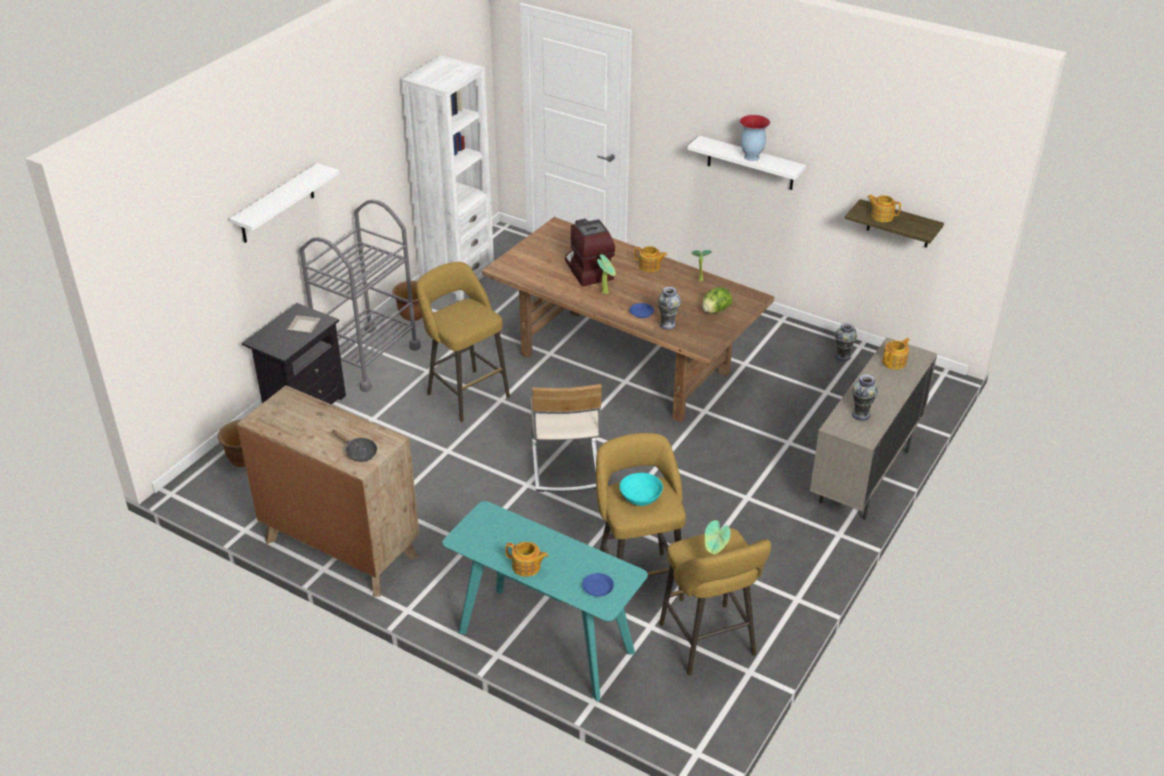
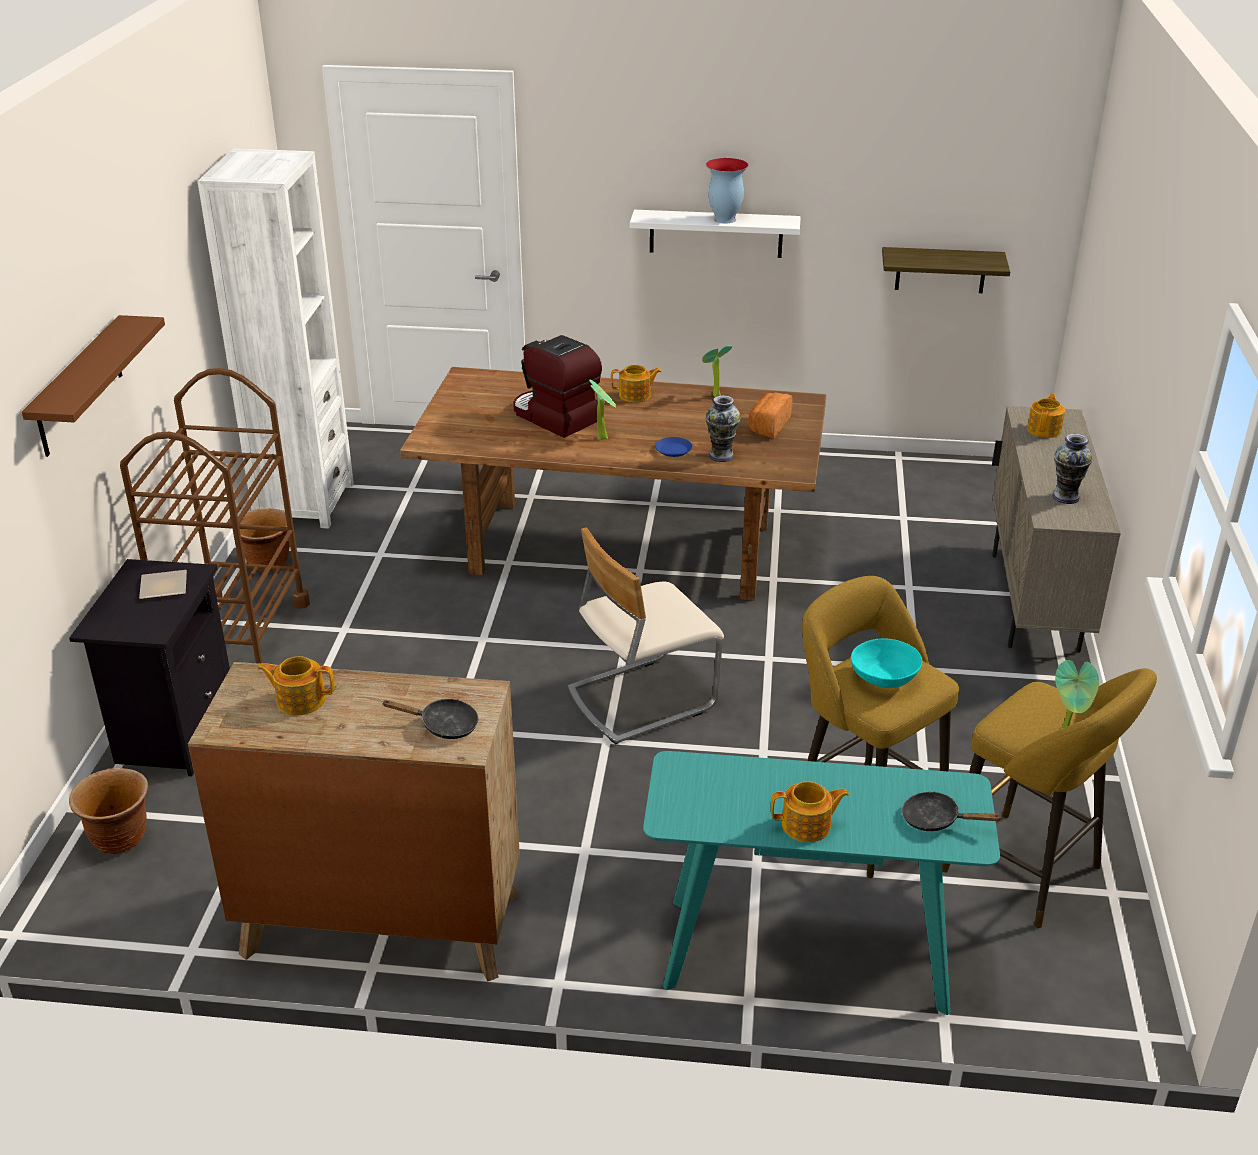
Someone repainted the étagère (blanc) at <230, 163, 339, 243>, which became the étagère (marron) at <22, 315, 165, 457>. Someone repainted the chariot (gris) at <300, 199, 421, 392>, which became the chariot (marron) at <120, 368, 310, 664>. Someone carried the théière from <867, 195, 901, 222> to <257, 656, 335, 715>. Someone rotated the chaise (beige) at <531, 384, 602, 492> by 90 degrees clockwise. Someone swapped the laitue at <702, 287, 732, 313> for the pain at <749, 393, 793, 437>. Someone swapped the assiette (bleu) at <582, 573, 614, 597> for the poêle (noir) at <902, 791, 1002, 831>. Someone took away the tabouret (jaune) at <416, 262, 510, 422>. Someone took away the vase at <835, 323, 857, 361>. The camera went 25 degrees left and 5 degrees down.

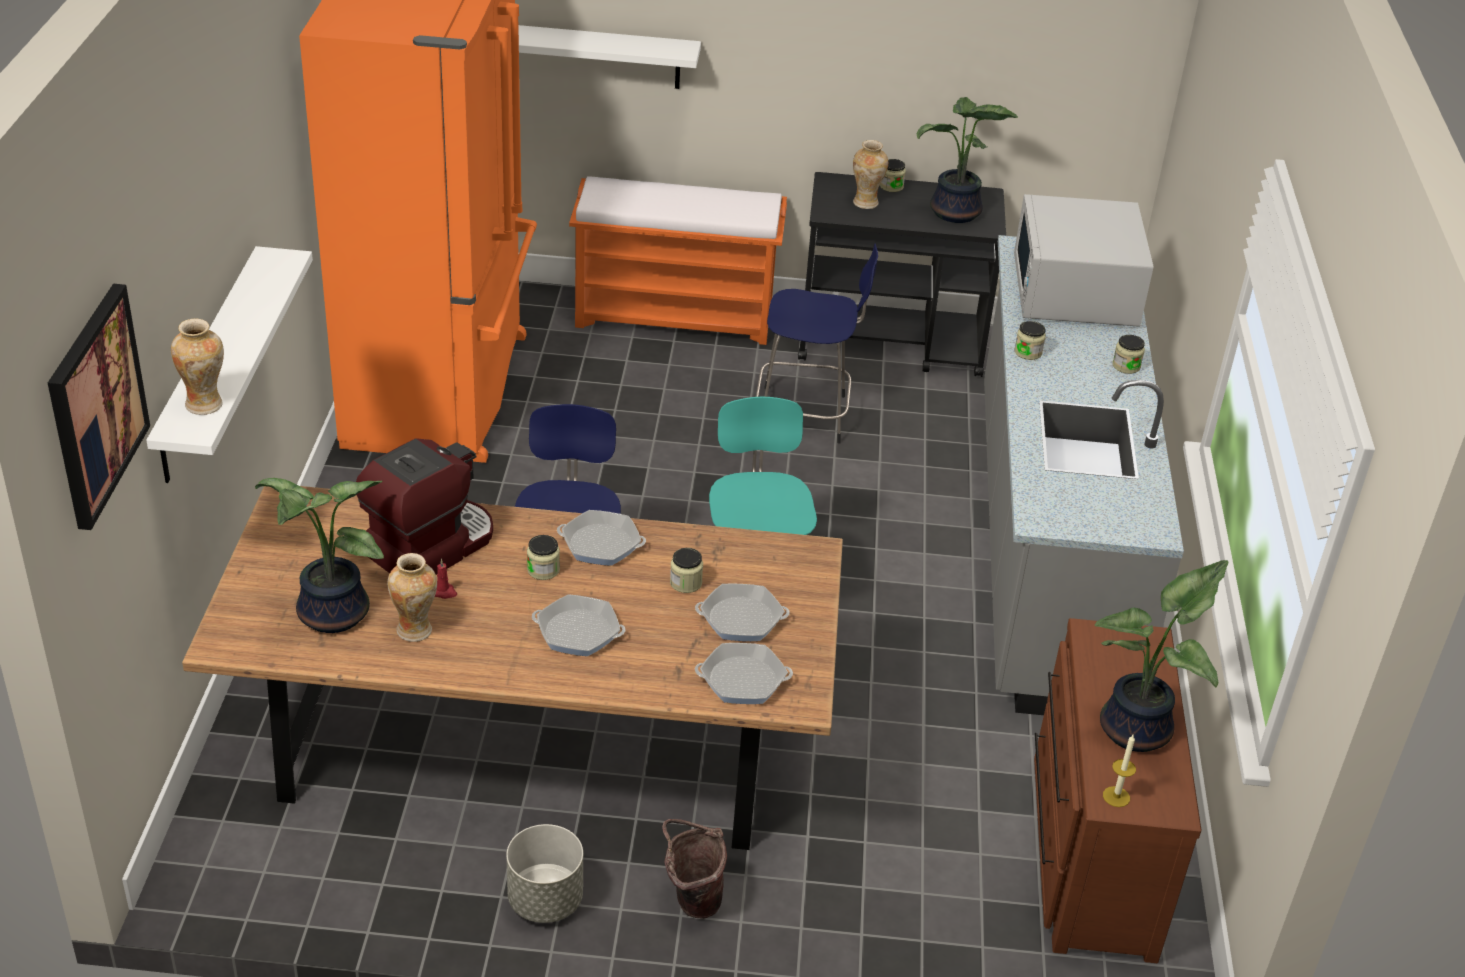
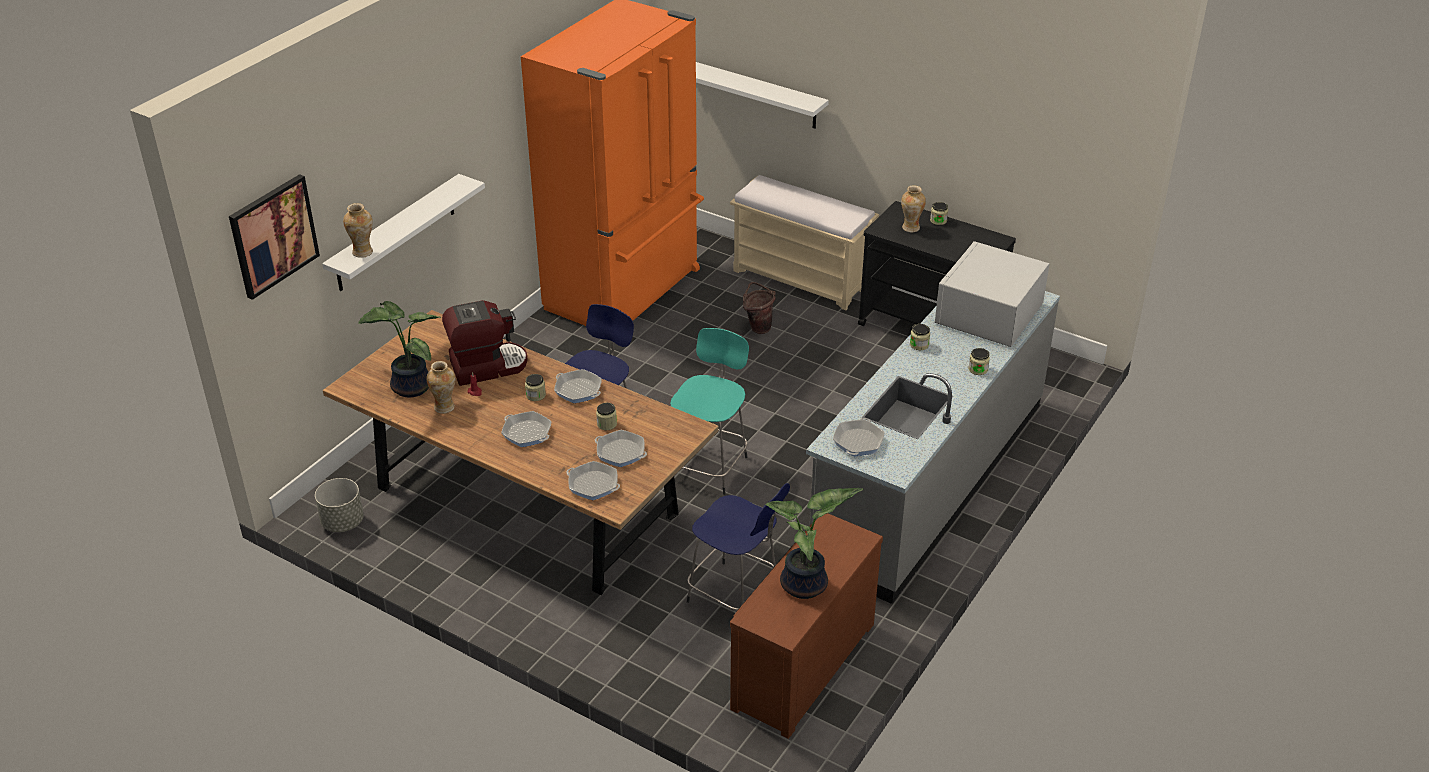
Someone carried the cache-pot (gris) from <506, 824, 583, 923> to <315, 478, 364, 532>. Someone carried the tabouret (bleu) from <756, 244, 878, 444> to <687, 483, 790, 610>. Someone repainted the banc (orange) at <569, 176, 787, 345>, which became the banc (beige) at <730, 175, 879, 310>. Someone carried the seau (marron) from <662, 819, 727, 919> to <743, 282, 776, 334>. Someone put down the poêle at <833, 418, 885, 456>. Someone took away the plante en pot at <917, 97, 1018, 223>. Someone took away the bougie at <1103, 735, 1136, 807>. The camera went 30 degrees right and 0 degrees up.

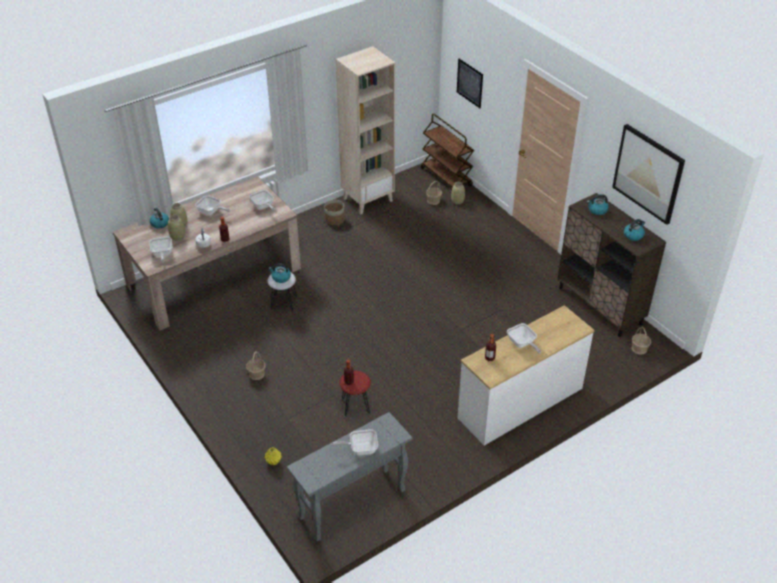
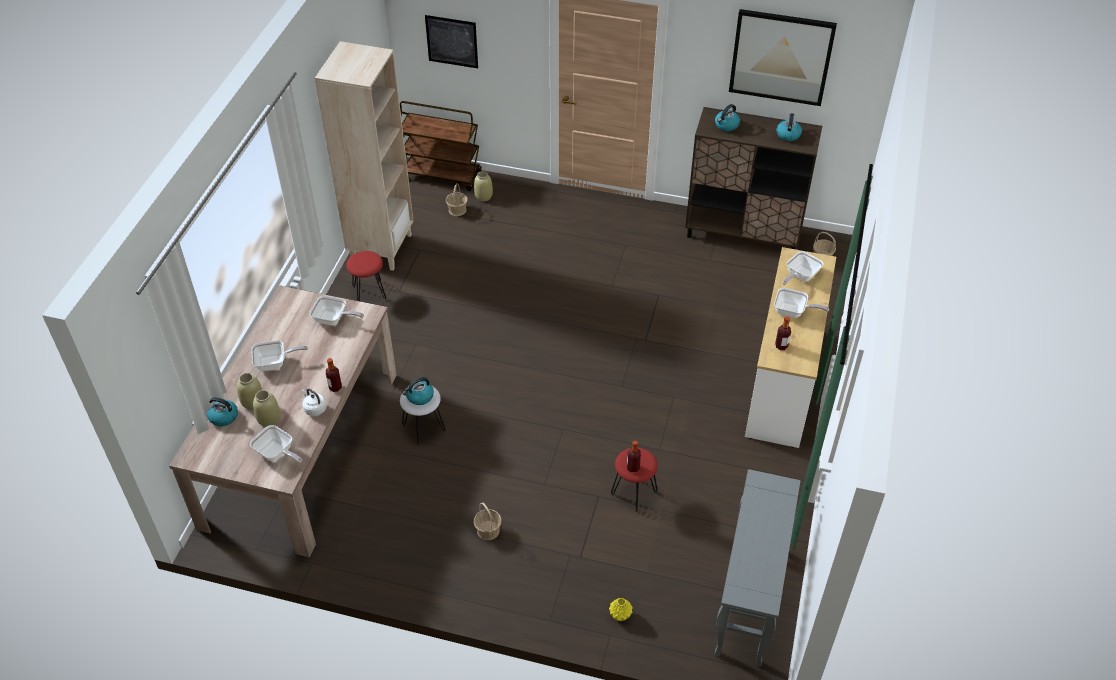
Someone swapped the cache-pot at <324, 200, 345, 225> for the tabouret (rouge) at <346, 251, 387, 301>. Someone carried the poêle from <331, 429, 378, 455> to <783, 251, 824, 285>. The camera went 40 degrees left and 5 degrees up.

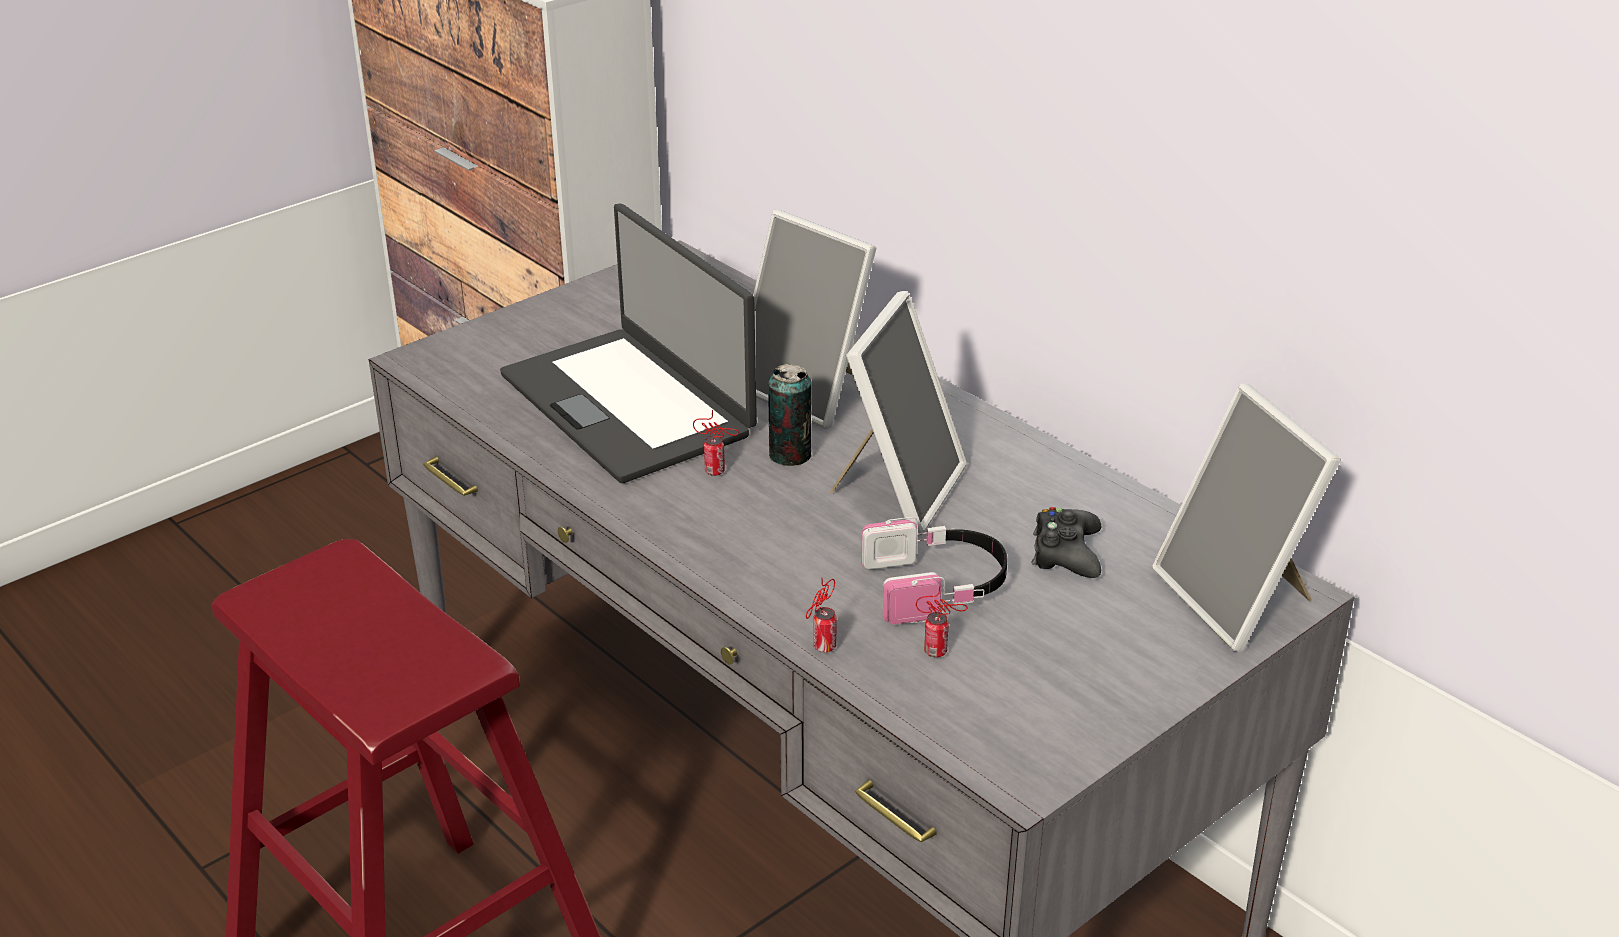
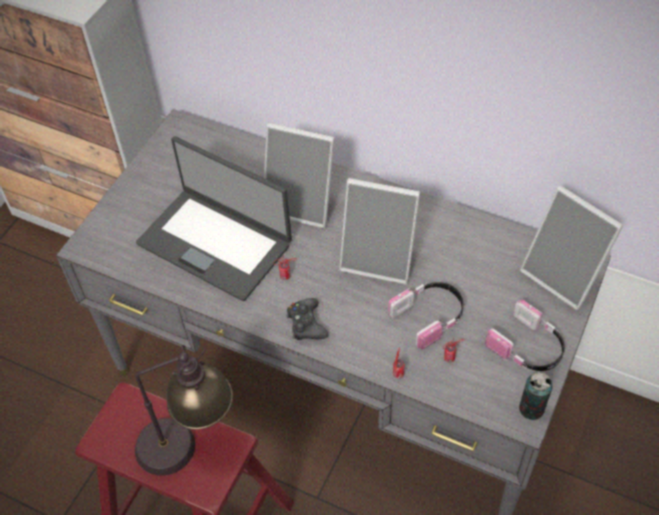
Someone put down the lampe de table at <135, 345, 233, 476>. Someone carried the manette (noir) from <1031, 507, 1101, 578> to <287, 298, 328, 340>. Someone rotated the cadre photo at <830, 291, 966, 536> by 105 degrees clockwise. Someone put down the casque audio at <485, 300, 565, 371>. Someone carried the boîte métallique from <768, 364, 812, 466> to <519, 372, 553, 420>. The camera went 20 degrees left and 20 degrees up.

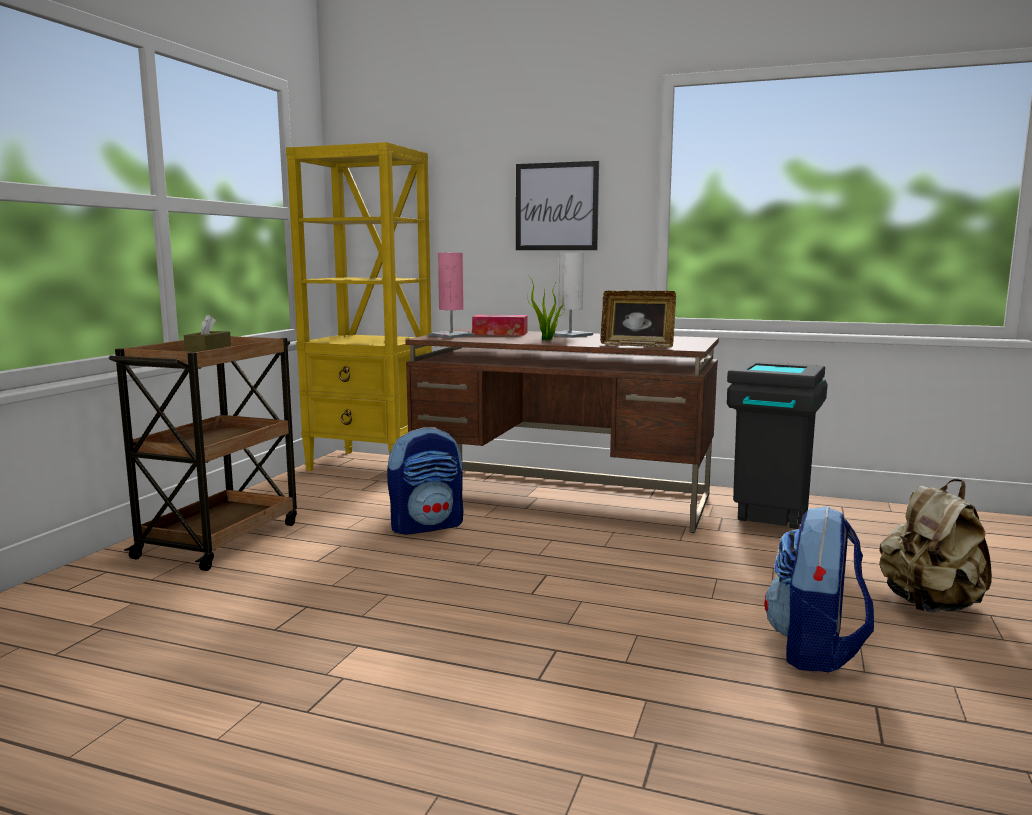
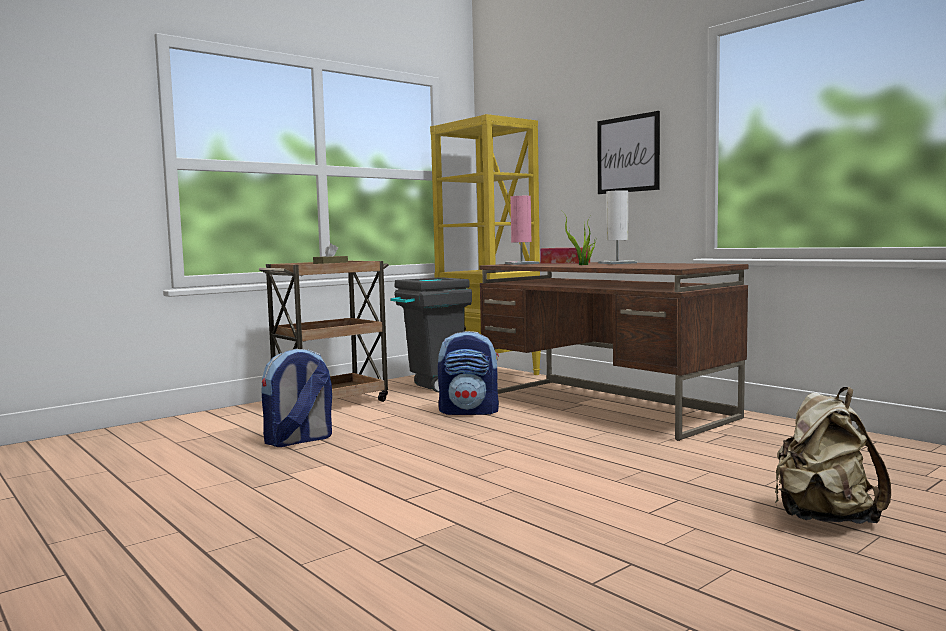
Someone carried the sac à dos from <764, 506, 874, 673> to <261, 349, 332, 447>. Someone carried the poubelle (gris) from <727, 361, 828, 529> to <390, 277, 472, 392>. Someone took away the cadre photo at <600, 291, 676, 348>. The camera went 30 degrees right and 5 degrees down.

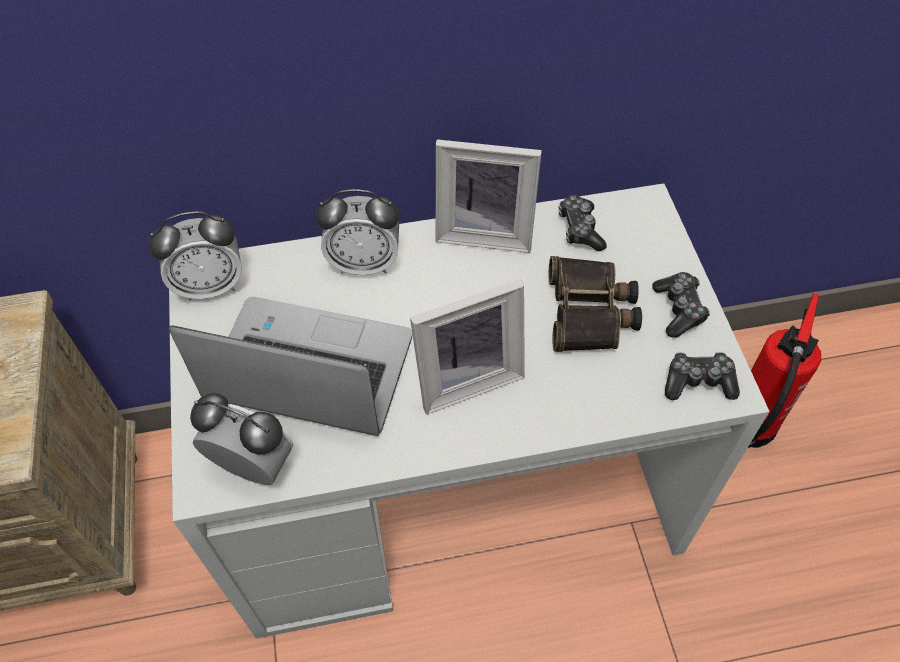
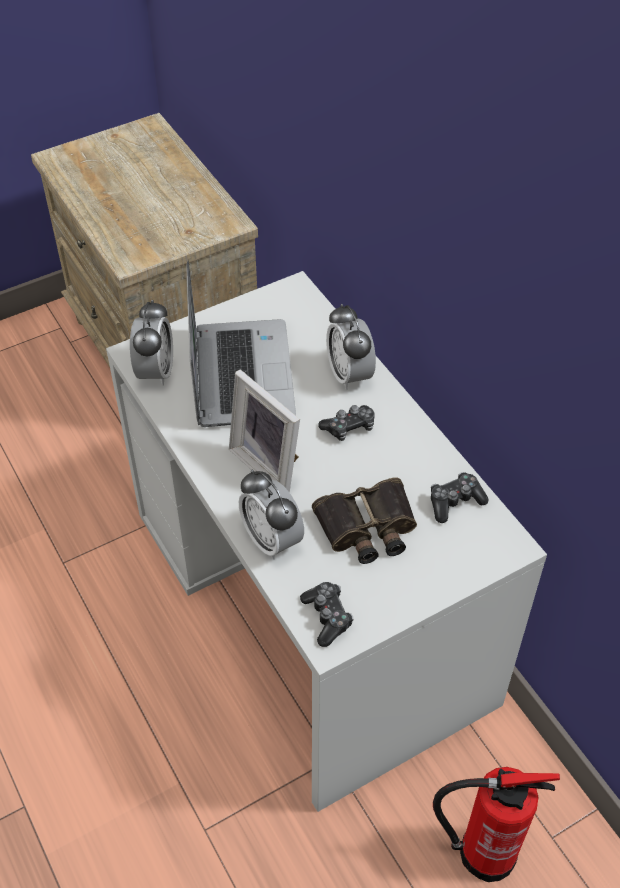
Someone carried the réveil from <148, 212, 242, 301> to <239, 470, 304, 560>. Someone carried the manette from <652, 272, 710, 338> to <318, 405, 375, 441>. Someone took away the cadre photo at <436, 139, 542, 253>. The camera went 70 degrees right and 5 degrees down.

